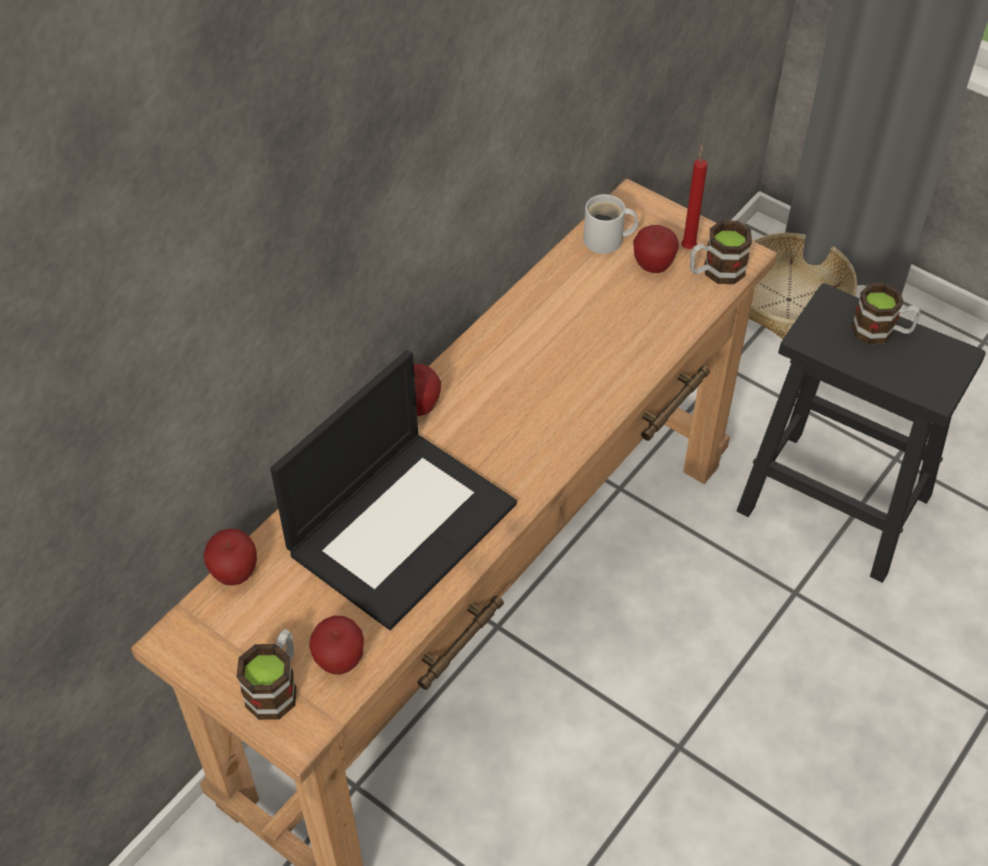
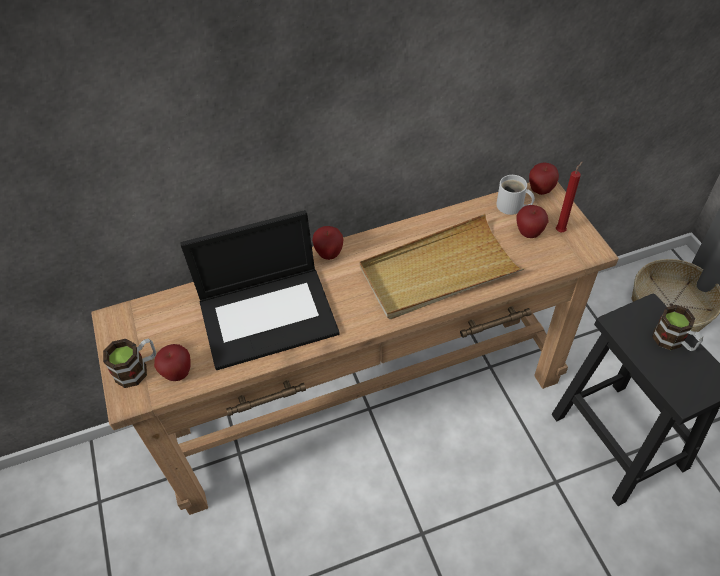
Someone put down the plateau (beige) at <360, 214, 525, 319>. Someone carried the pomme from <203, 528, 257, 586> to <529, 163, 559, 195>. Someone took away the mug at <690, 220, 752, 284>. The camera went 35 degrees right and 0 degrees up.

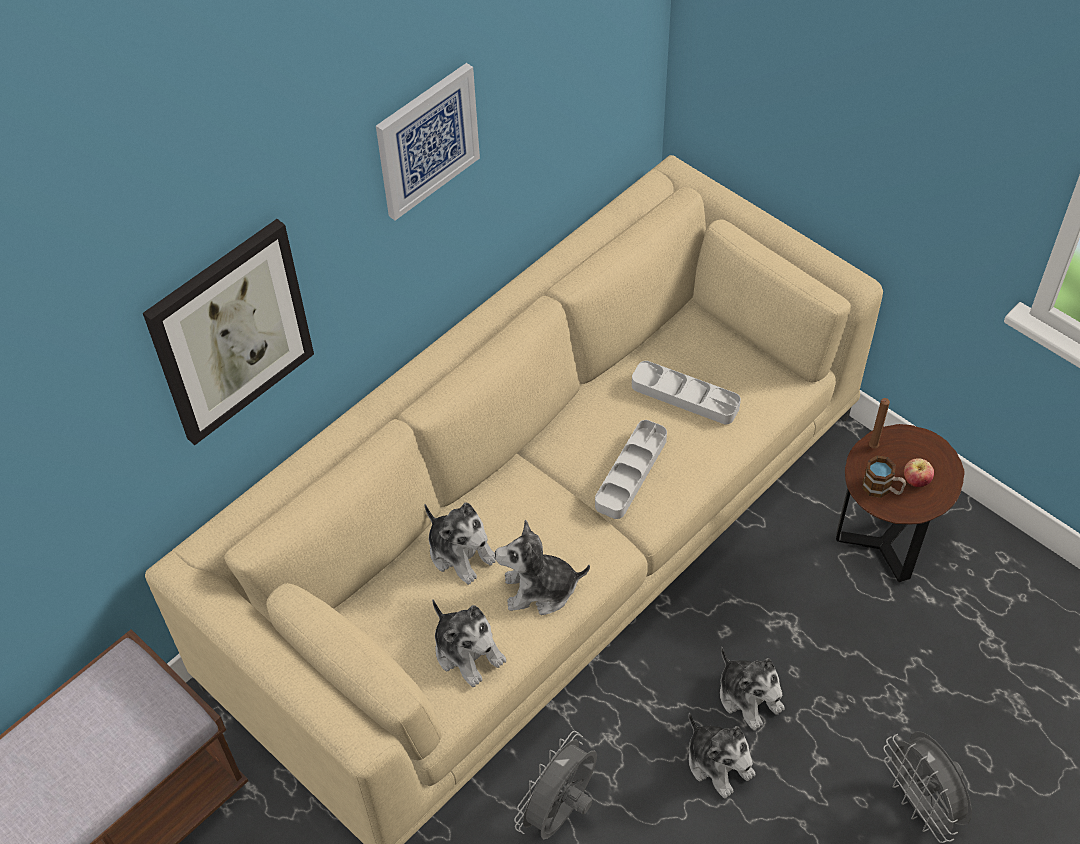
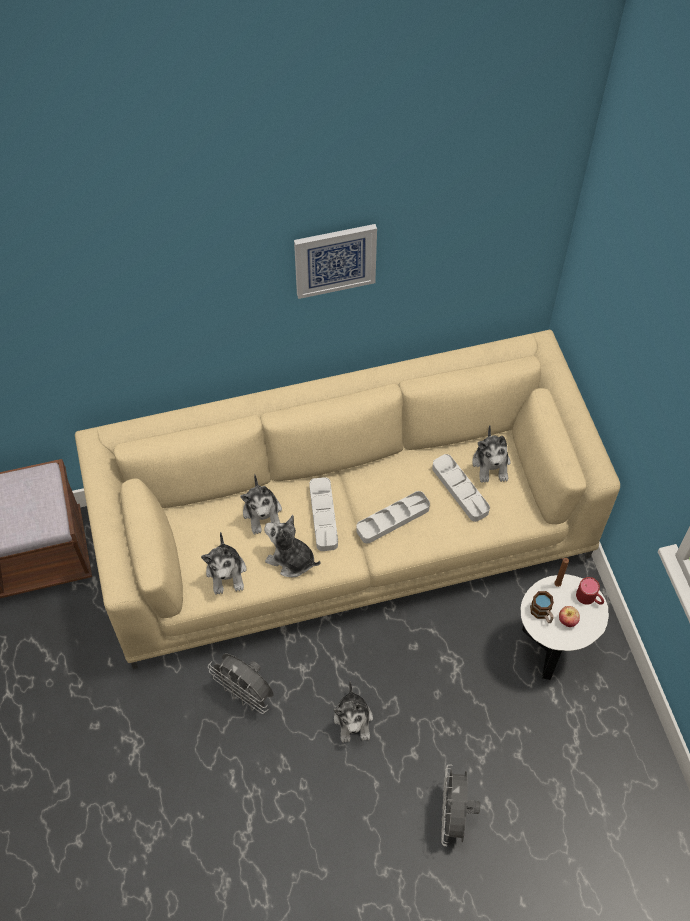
Someone rotated the ventilateur (gris) at <514, 731, 597, 839> by 120 degrees counterclockwise. Someone put down the plateau (gris) at <309, 477, 338, 551>. Someone carried the peluche from <720, 647, 785, 730> to <472, 425, 511, 483>. Someone repainted the table d'appoint (marron) at <836, 424, 965, 582>, which became the table d'appoint (blanc) at <521, 574, 609, 680>. Someone put down the mug (rouge) at <576, 577, 604, 605>. Someone took away the tableau at <143, 219, 314, 445>. The camera went 30 degrees right and 5 degrees up.

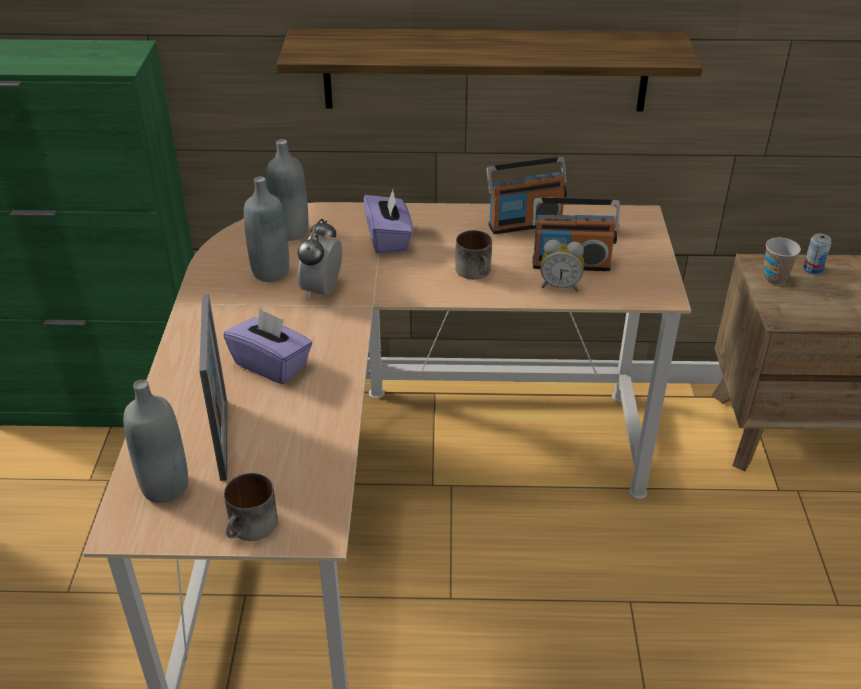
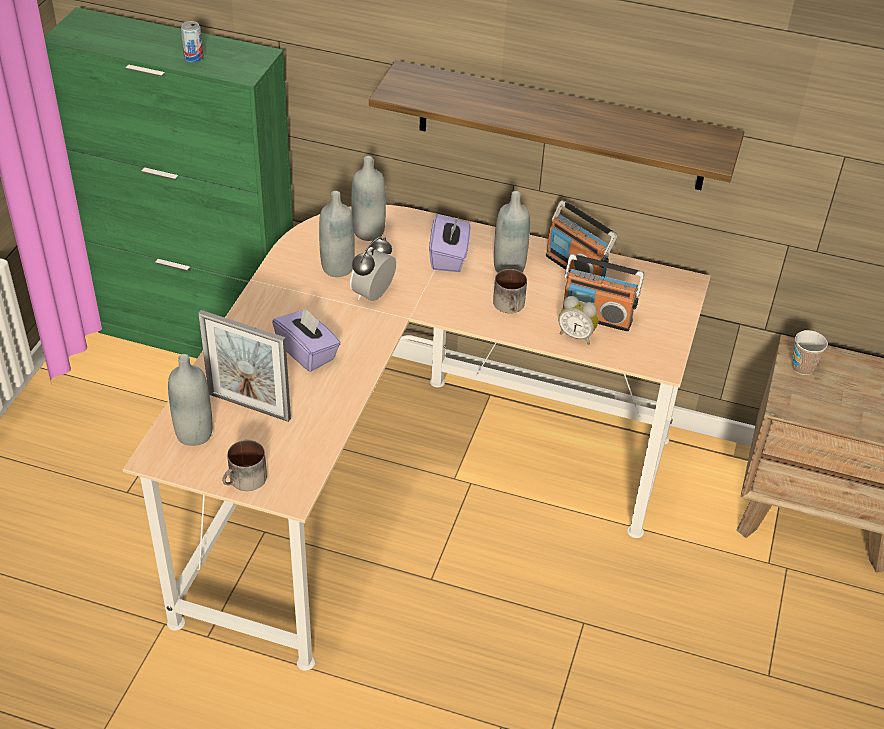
Someone carried the boîte métallique from <803, 233, 832, 274> to <181, 21, 204, 63>. Someone rotated the cadre photo at <199, 294, 227, 481> by 105 degrees clockwise. Someone put down the bouteille (gris) at <494, 191, 530, 273>. Someone rotated the radio at <487, 157, 567, 234> by 45 degrees clockwise. The camera went 15 degrees right and 5 degrees up.

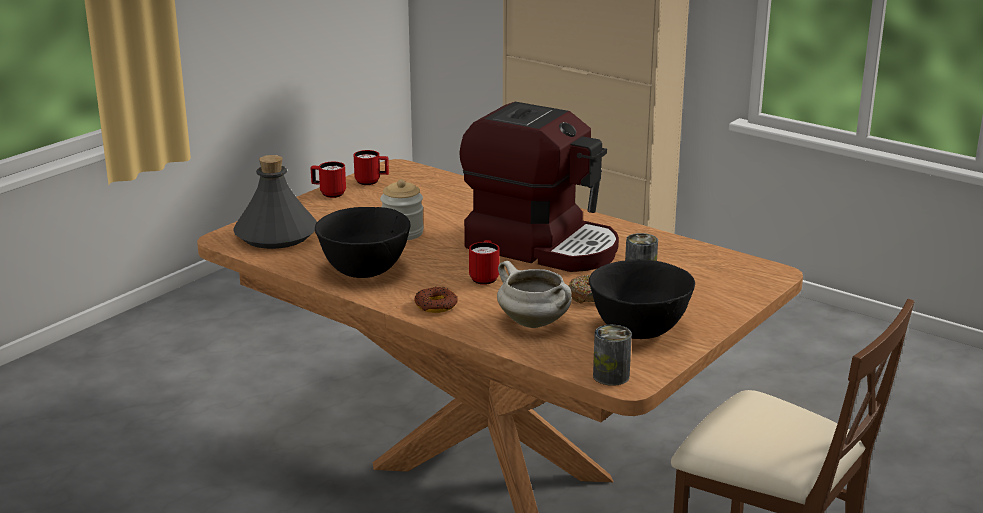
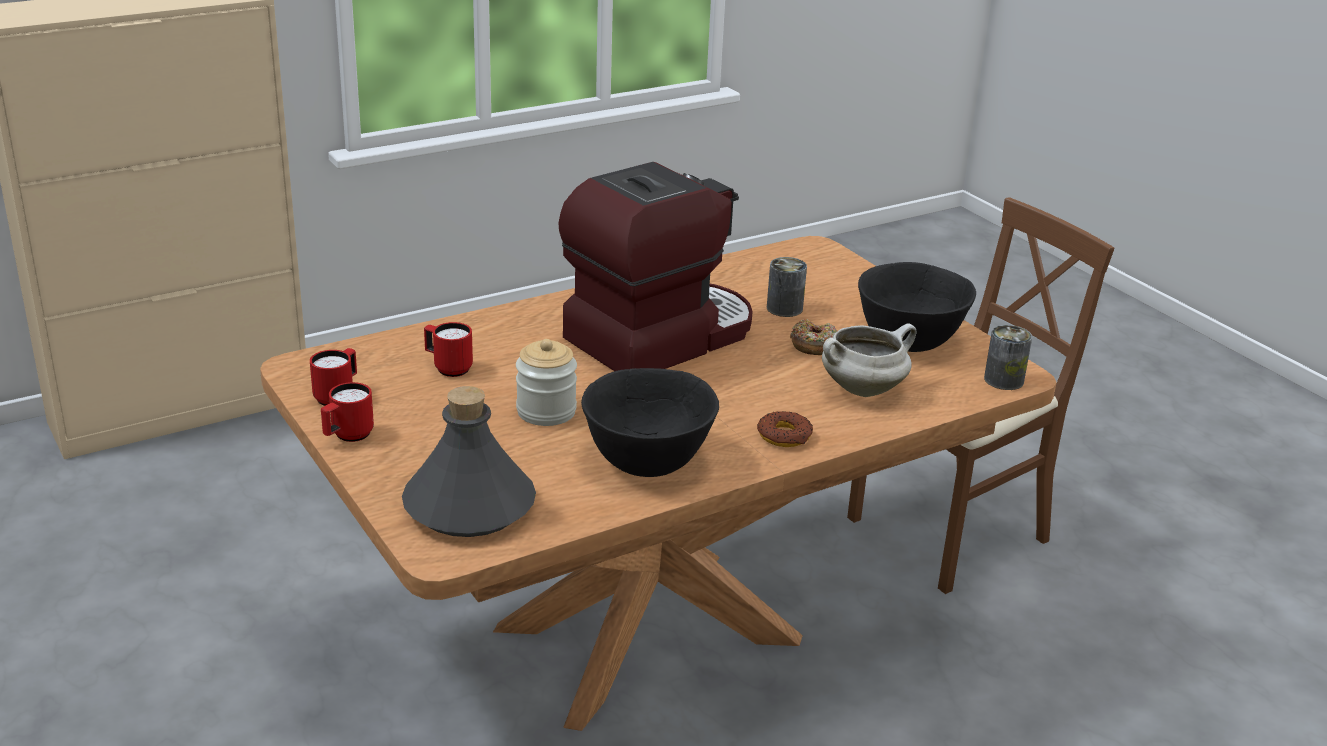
Someone carried the mug (rouge) from <469, 240, 499, 285> to <424, 322, 473, 377>. The camera went 70 degrees left and 5 degrees up.

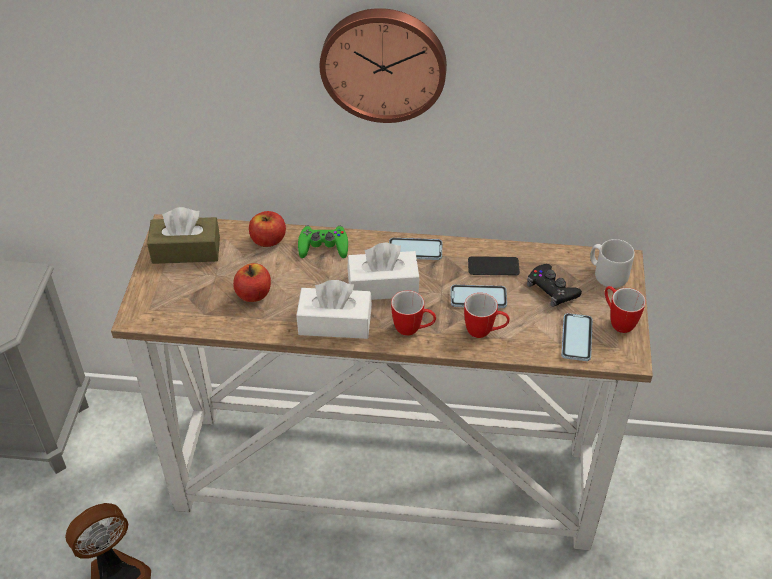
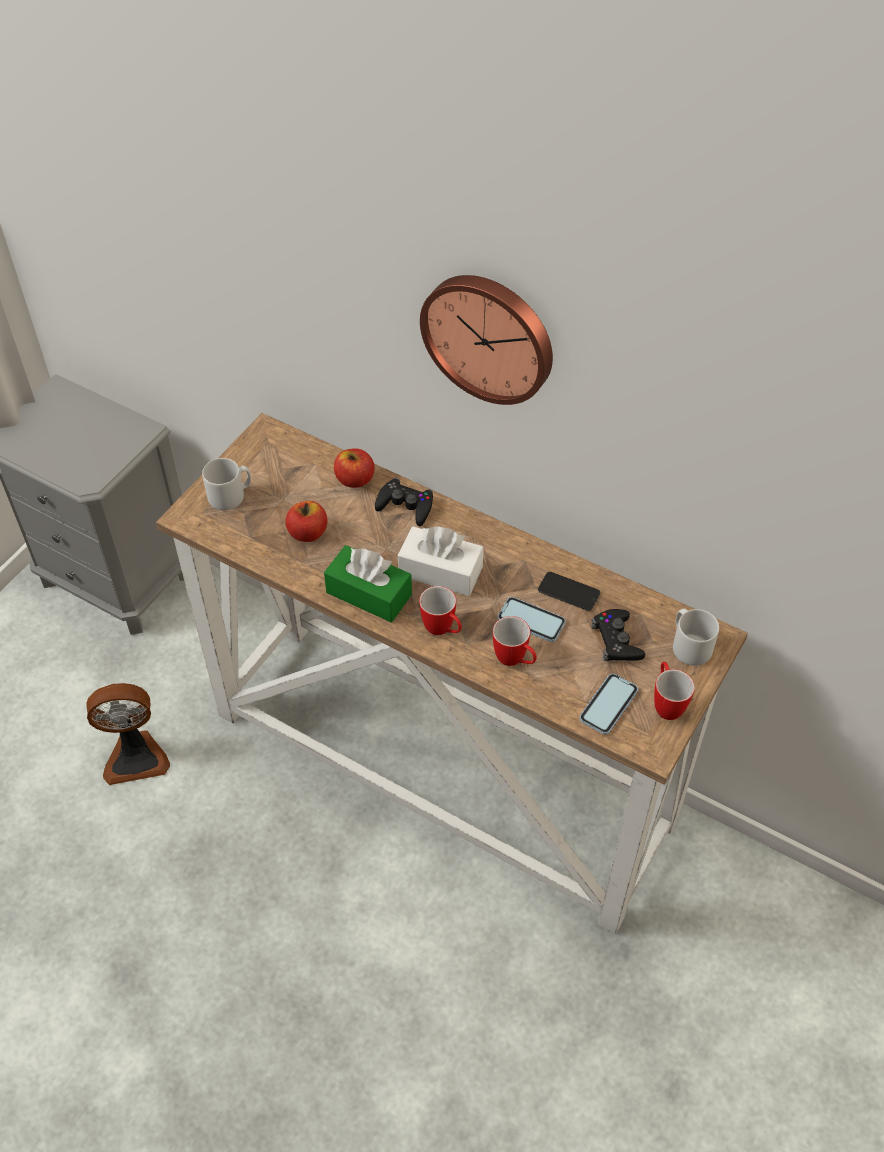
Someone put down the mug (gris) at <202, 458, 251, 510>. Someone repainted the boîte à mouchoirs (blanc) at <297, 280, 372, 339>, which became the boîte à mouchoirs (vert) at <324, 545, 412, 622>. Someone repainted the manette (vert) at <298, 226, 348, 258>, which became the manette (noir) at <375, 478, 433, 526>. Someone took away the boîte à mouchoirs (marron) at <147, 207, 220, 264>. Someone took away the téléphone at <389, 238, 443, 260>. The camera went 25 degrees right and 5 degrees up.

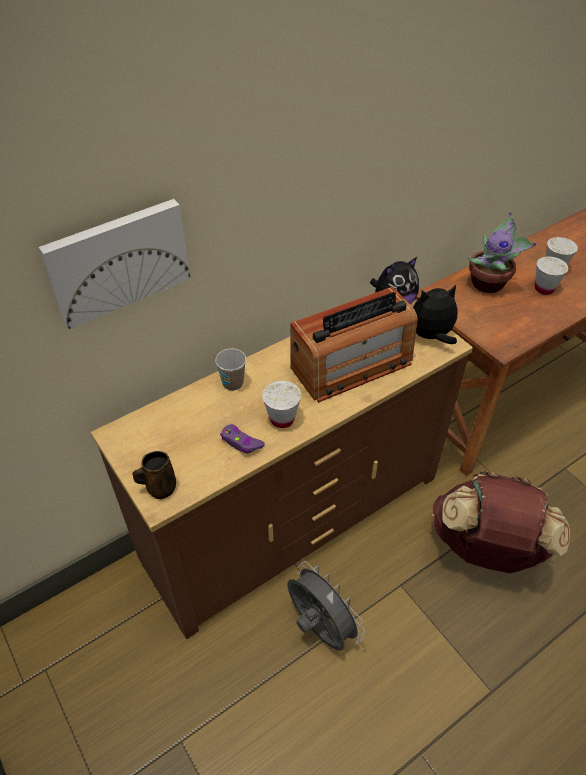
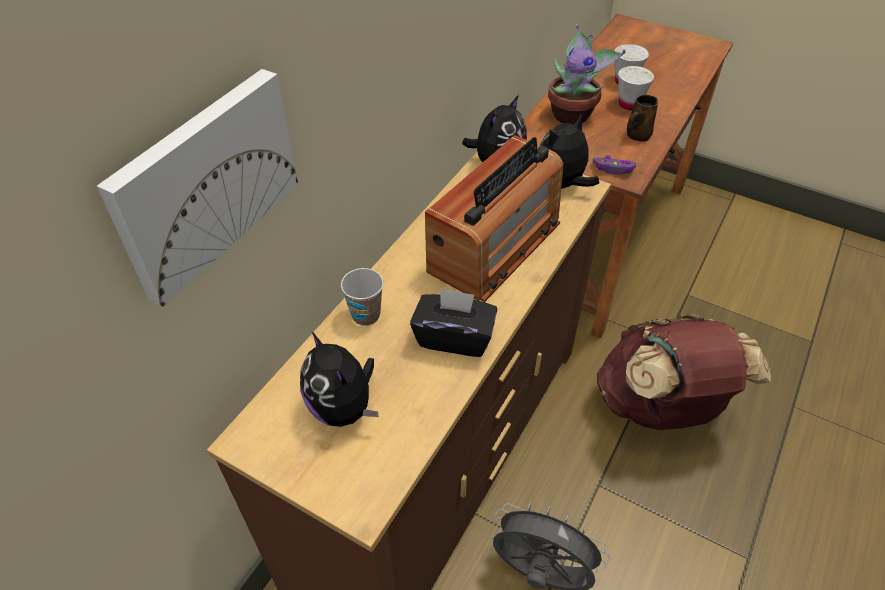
Someone put down the peluche at <300, 331, 378, 427>. Someone swapped the tasse (blanc) at <262, 381, 301, 428> for the boîte à mouchoirs (noir) at <410, 287, 497, 357>. Someone carried the manette (violet) from <220, 424, 265, 453> to <593, 155, 636, 175>. Someone carried the mug (marron) from <133, 451, 176, 499> to <627, 95, 658, 141>. The camera went 25 degrees left and 0 degrees up.

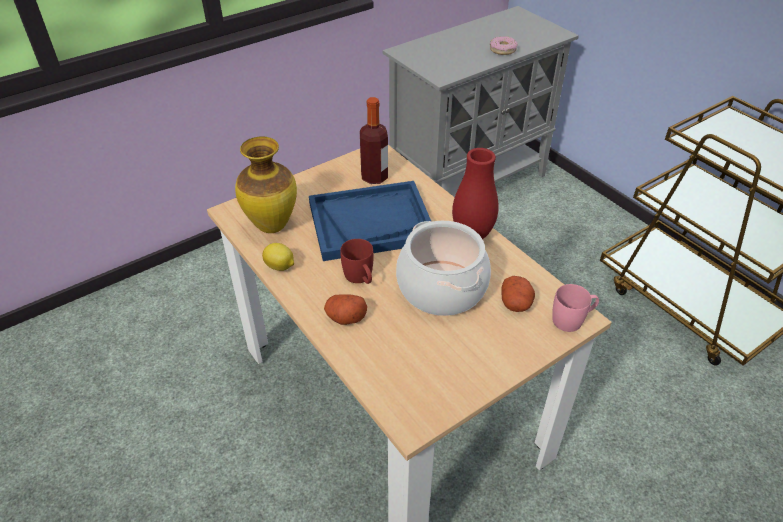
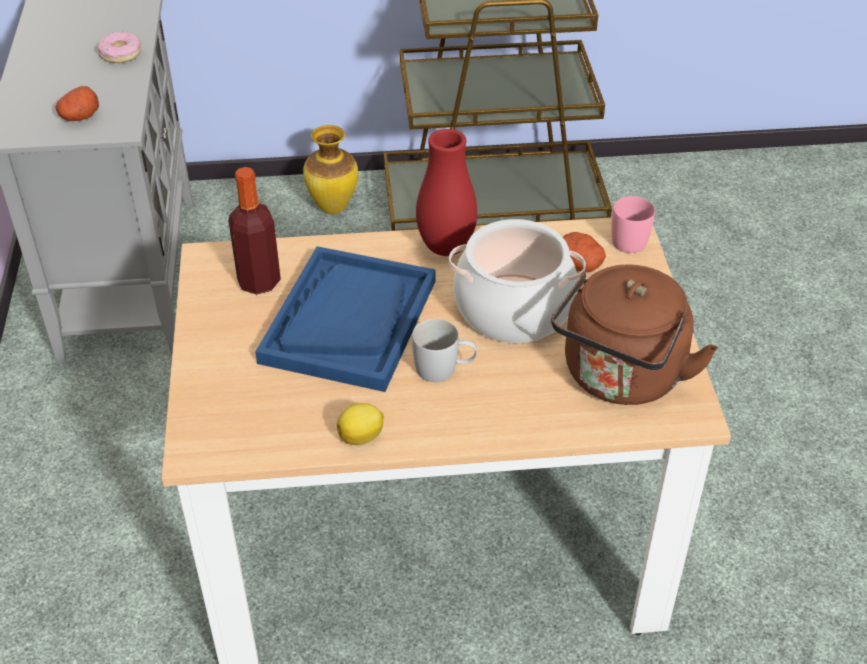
Someone carried the pomme de terre from <324, 294, 367, 325> to <55, 86, 99, 121>. Someone carried the vase from <235, 137, 297, 233> to <303, 125, 358, 214>. Someone repainted the mug (rouge) at <340, 239, 374, 284>, which became the mug (blanc) at <412, 319, 477, 382>. Someone put down the bouilloire (marron) at <551, 264, 718, 405>. The camera went 60 degrees left and 0 degrees up.

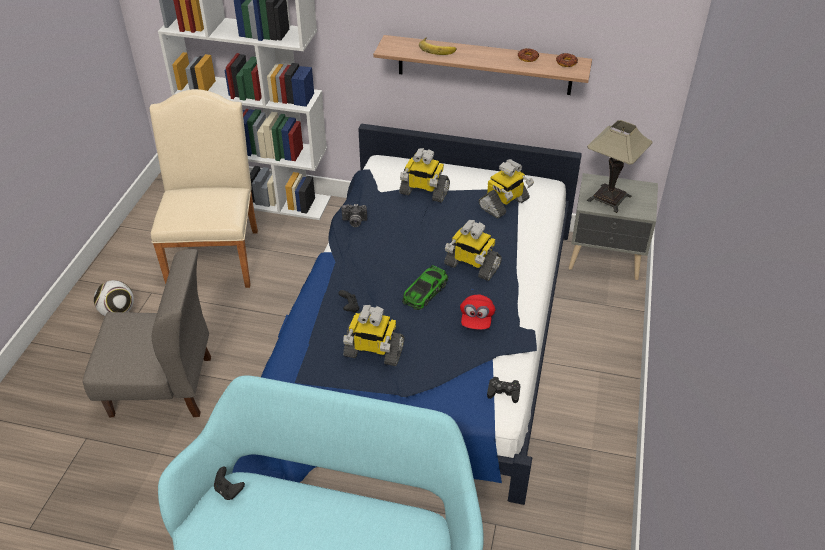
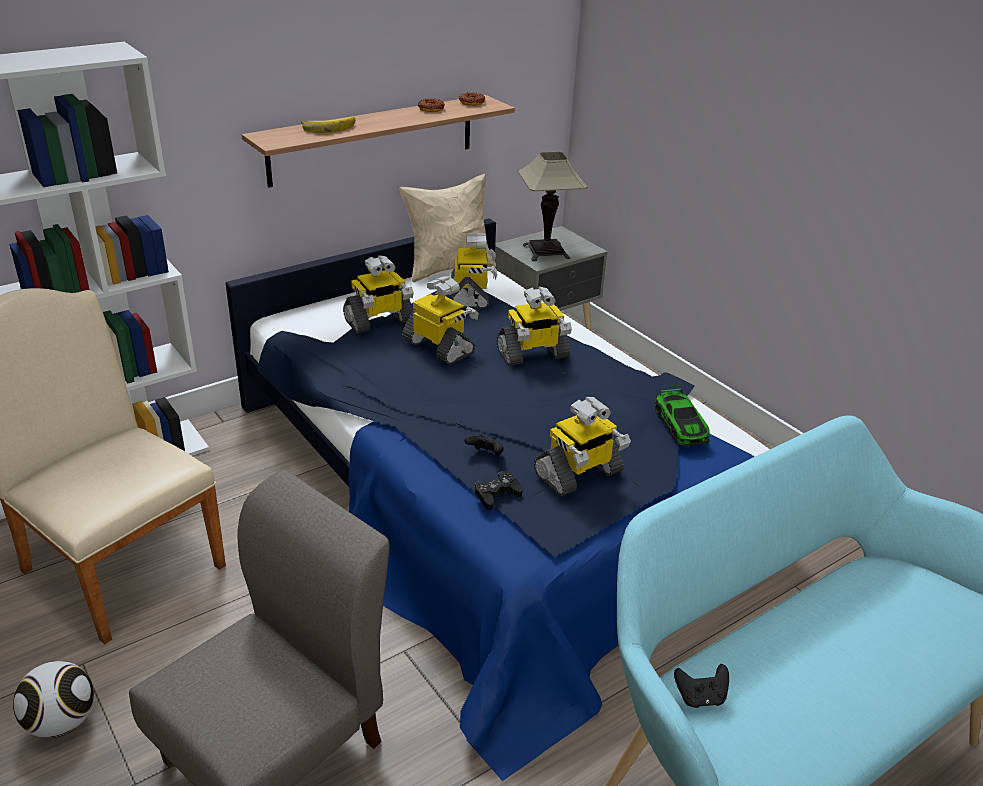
Someone put down the coussin (beige) at <399, 173, 496, 283>. Someone put down the robot jouet at <402, 276, 479, 364>. Someone carried the manette (noir) from <487, 377, 521, 403> to <475, 471, 522, 510>. Someone carried the petite voiture from <402, 265, 448, 310> to <655, 388, 710, 447>. Someone took away the appareil photo at <341, 204, 367, 227>. Someone took away the casquette (rouge) at <460, 294, 495, 330>. The camera went 50 degrees left and 10 degrees down.

